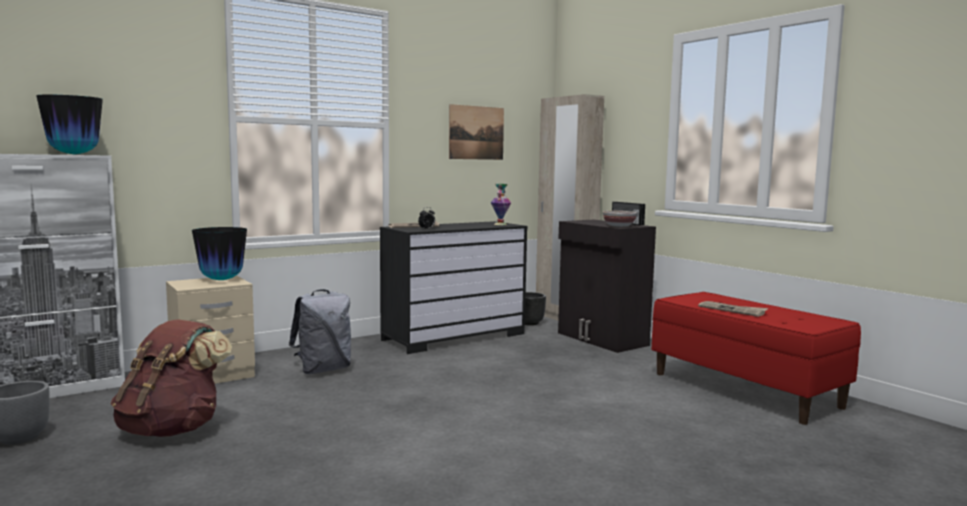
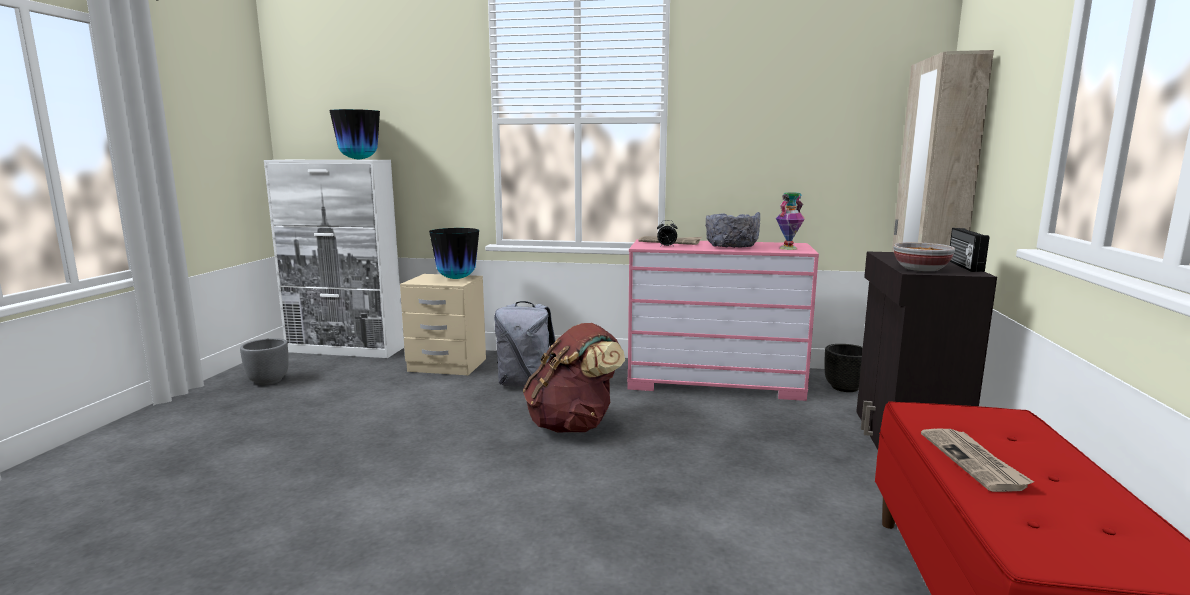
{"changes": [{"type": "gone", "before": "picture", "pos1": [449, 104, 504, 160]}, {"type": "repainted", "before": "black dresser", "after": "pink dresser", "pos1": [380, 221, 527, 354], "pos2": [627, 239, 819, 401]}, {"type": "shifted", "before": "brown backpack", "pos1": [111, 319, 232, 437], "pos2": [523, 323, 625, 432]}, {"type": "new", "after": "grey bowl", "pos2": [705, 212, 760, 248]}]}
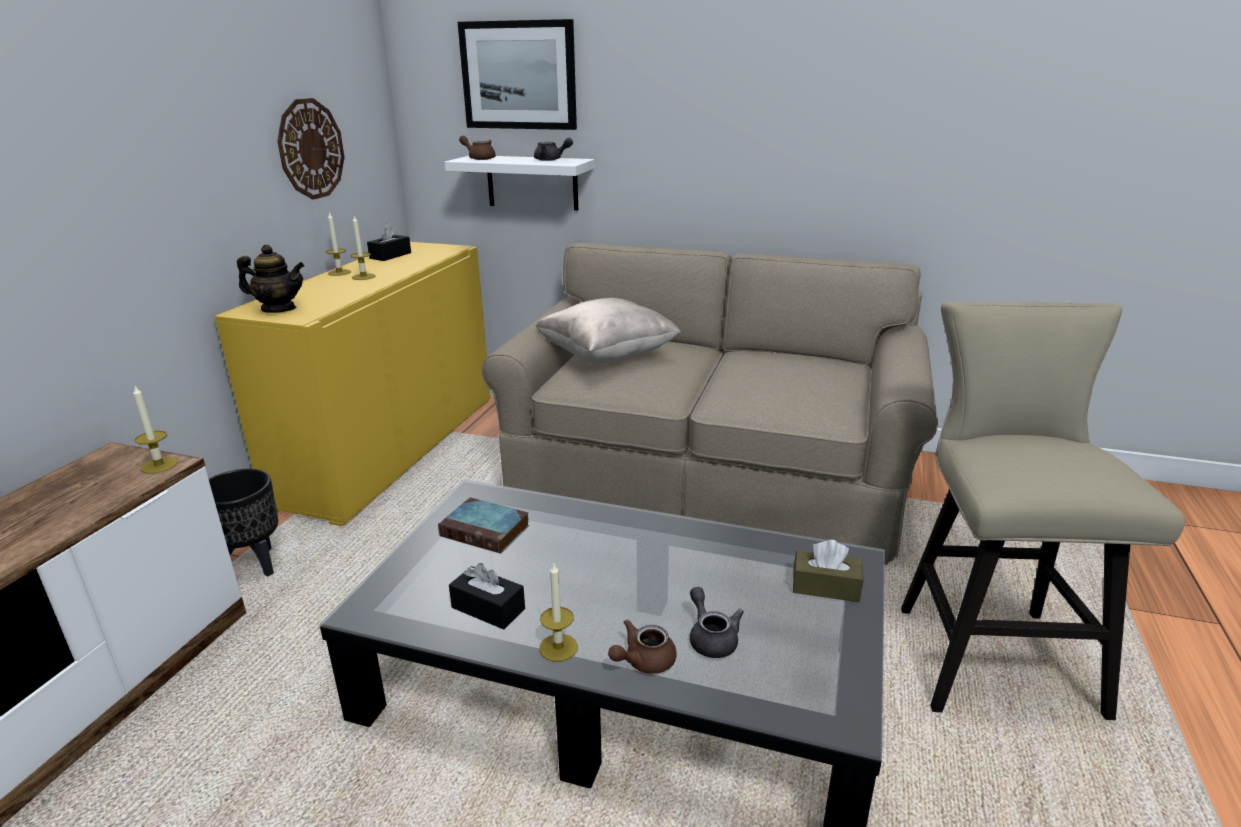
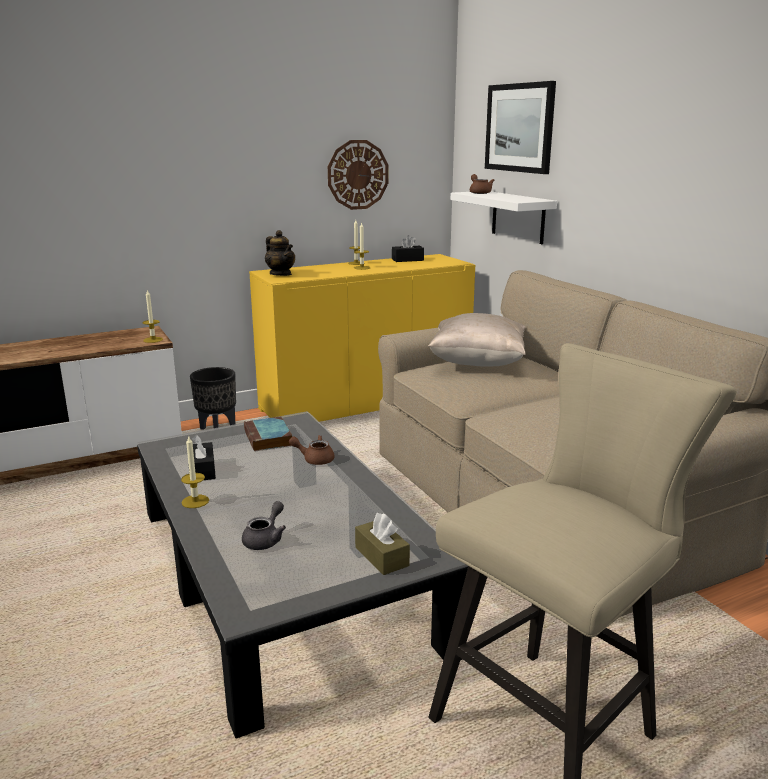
{"changes": [{"type": "gone", "before": "grey teapot", "pos1": [534, 138, 573, 161]}, {"type": "shifted", "before": "brown teapot", "pos1": [608, 620, 677, 674], "pos2": [289, 435, 334, 465]}]}
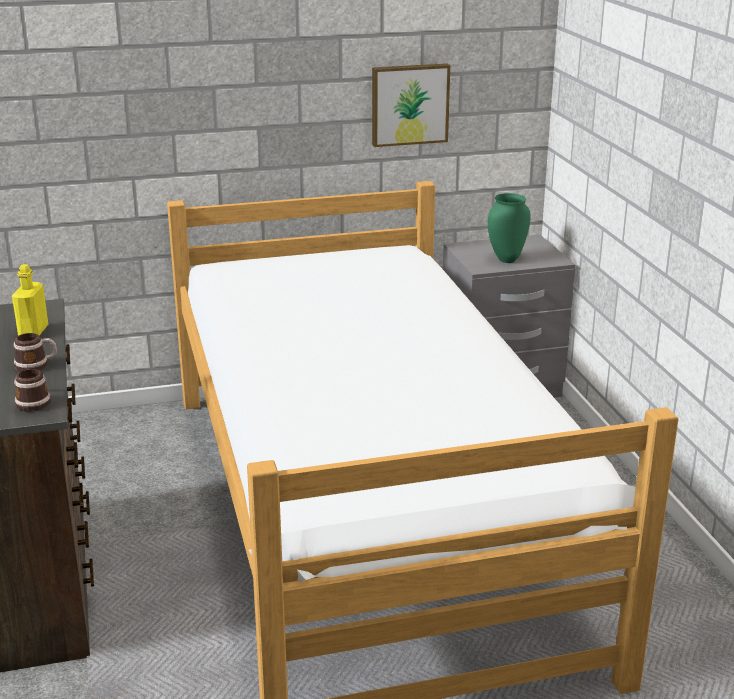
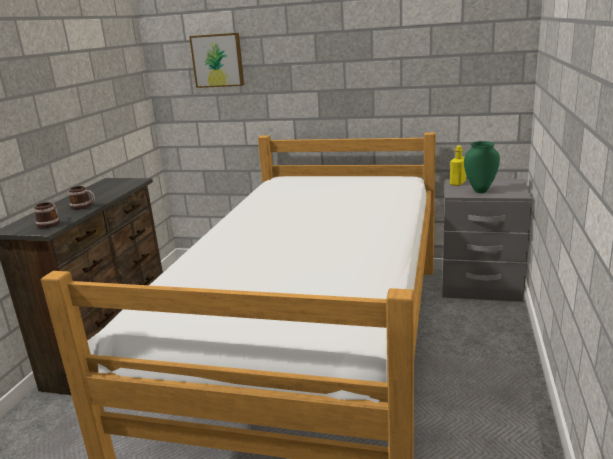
{"changes": [{"type": "shifted", "before": "picture", "pos1": [372, 64, 450, 147], "pos2": [189, 33, 244, 88]}, {"type": "shifted", "before": "yellow bottle", "pos1": [12, 264, 48, 336], "pos2": [450, 145, 466, 186]}]}
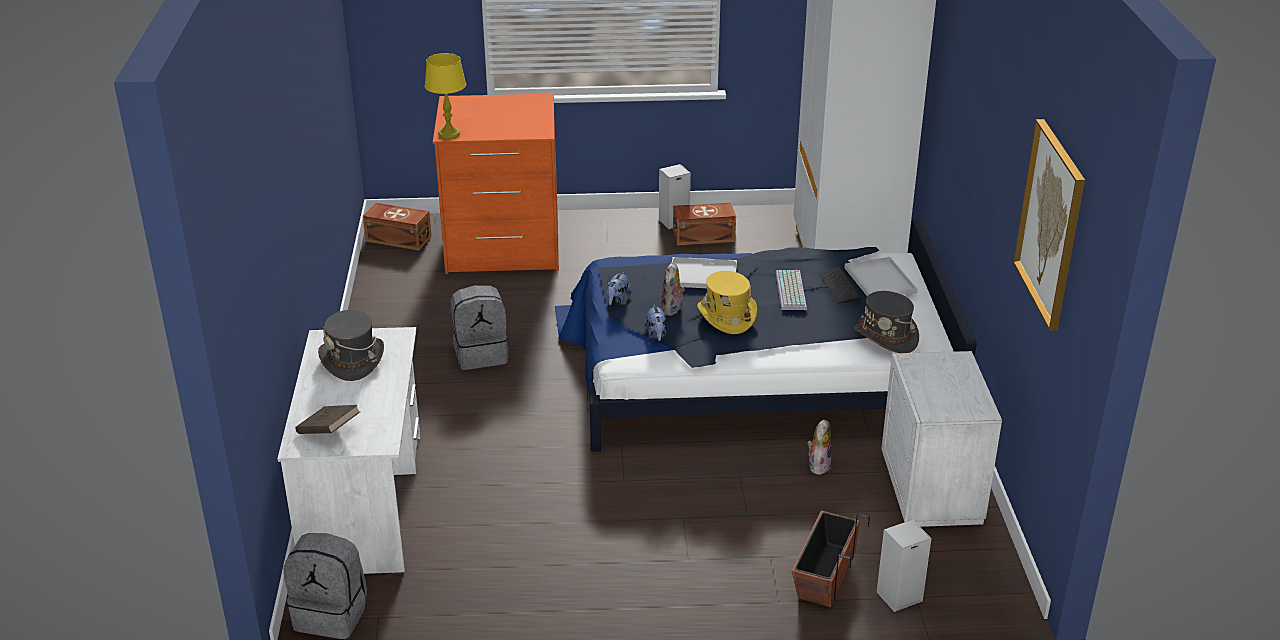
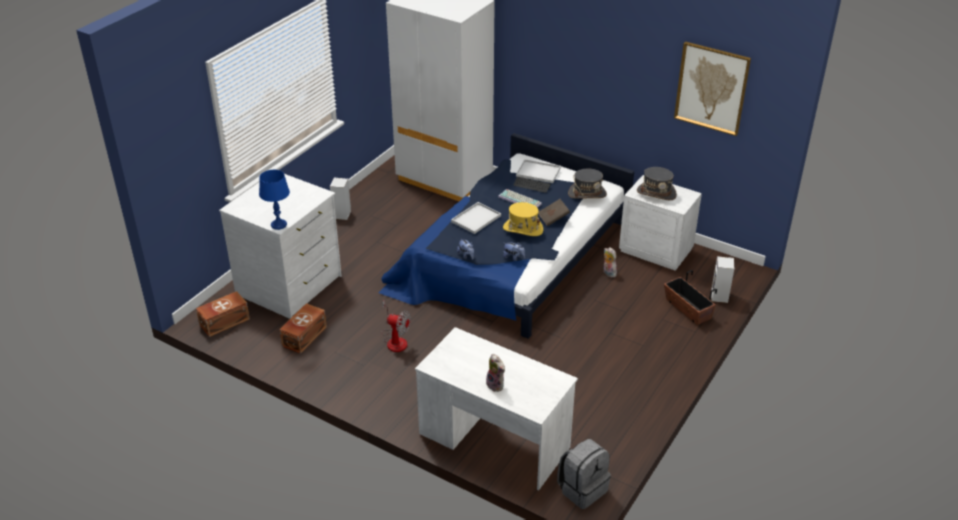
{"changes": [{"type": "repainted", "before": "yellow table lamp", "after": "blue table lamp", "pos1": [425, 53, 466, 139], "pos2": [259, 170, 290, 230]}, {"type": "repainted", "before": "orange dresser", "after": "white dresser", "pos1": [433, 94, 559, 274], "pos2": [219, 174, 342, 319]}, {"type": "shifted", "before": "brown storage box", "pos1": [673, 202, 736, 246], "pos2": [279, 303, 327, 354]}, {"type": "shifted", "before": "plush toy", "pos1": [661, 262, 685, 316], "pos2": [486, 354, 505, 392]}, {"type": "swapped", "before": "grey backpack", "after": "fan", "pos1": [451, 285, 509, 370], "pos2": [381, 300, 411, 352]}, {"type": "shifted", "before": "grey hat", "pos1": [318, 310, 384, 381], "pos2": [637, 167, 677, 200]}, {"type": "shifted", "before": "brown book", "pos1": [296, 405, 360, 434], "pos2": [538, 199, 570, 226]}]}
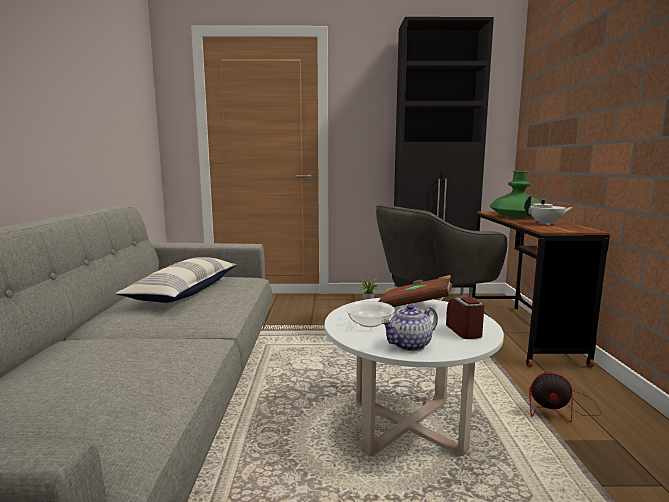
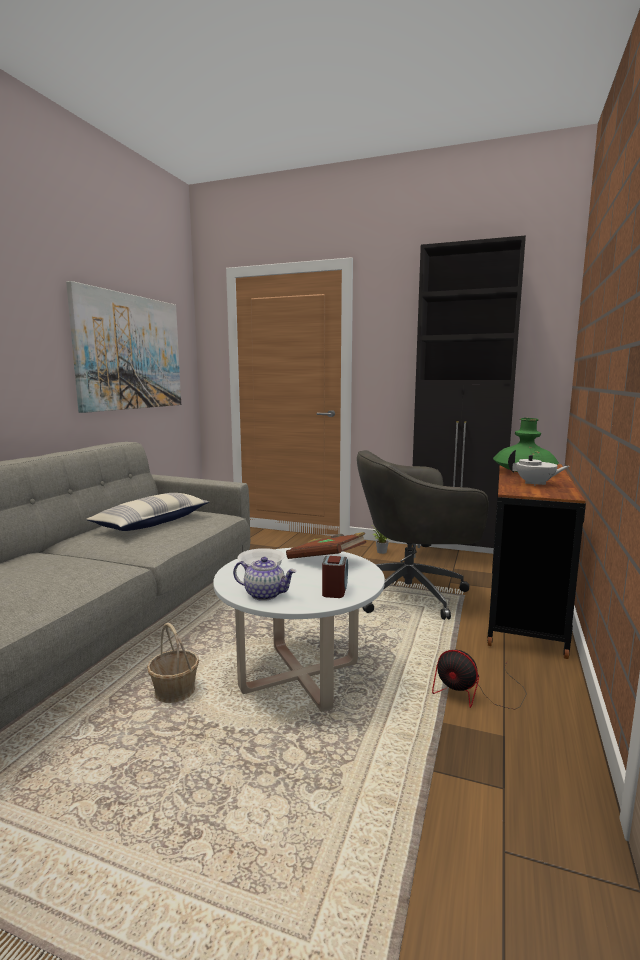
{"changes": [{"type": "rotated", "before": "teapot", "pos1": [381, 304, 438, 351], "pos2": [233, 557, 296, 601], "turn": -150}, {"type": "new", "after": "picture", "pos2": [66, 281, 181, 413]}, {"type": "new", "after": "basket", "pos2": [147, 623, 199, 703]}]}
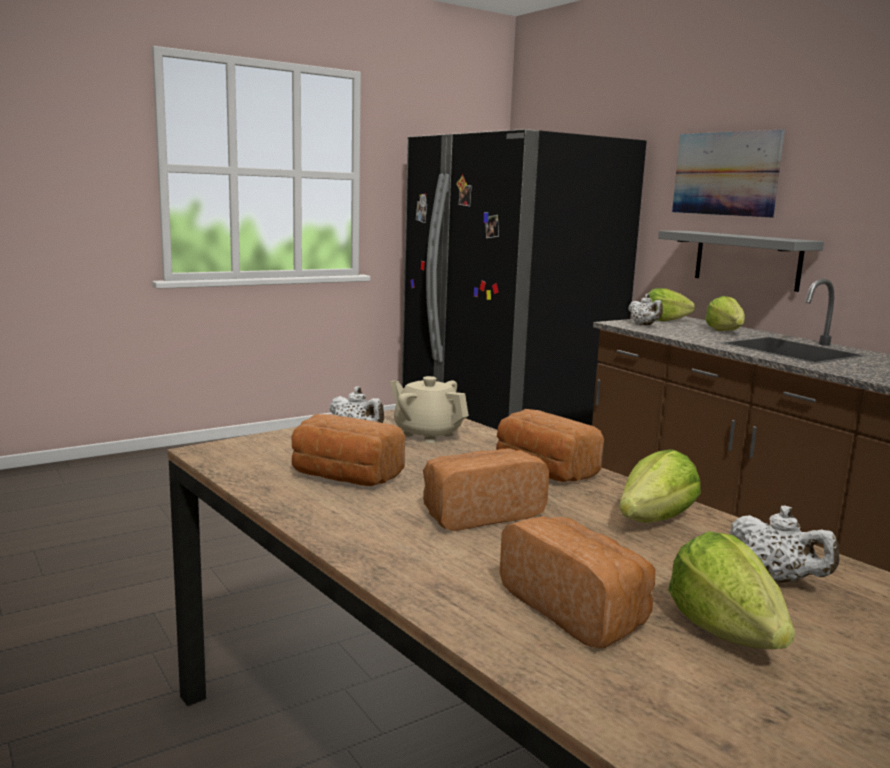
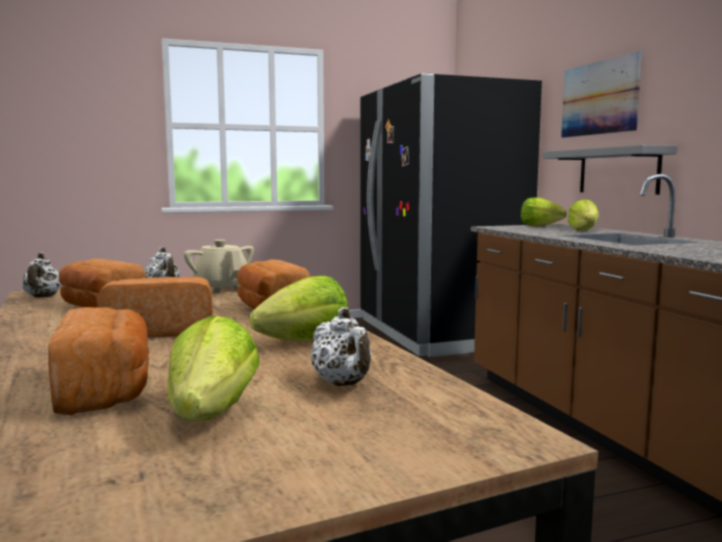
{"changes": [{"type": "shifted", "before": "white teapot", "pos1": [628, 294, 663, 325], "pos2": [22, 252, 62, 297]}]}
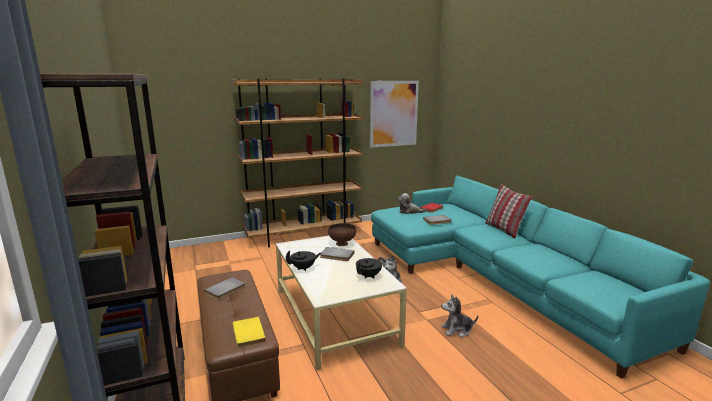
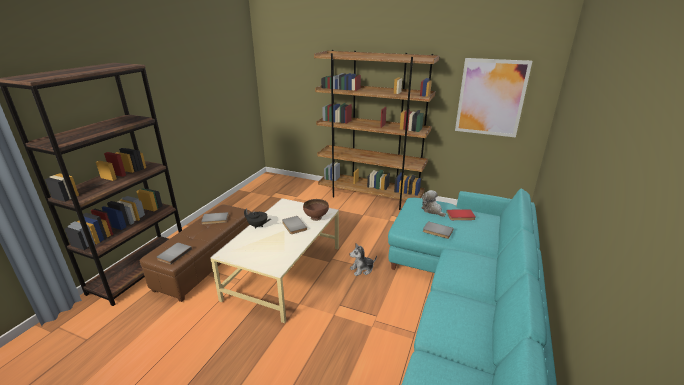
{"changes": [{"type": "gone", "before": "pillow", "pos1": [485, 184, 532, 238]}, {"type": "gone", "before": "black teapot", "pos1": [356, 257, 382, 278]}, {"type": "gone", "before": "plush toy", "pos1": [441, 294, 478, 337]}, {"type": "repainted", "before": "yellow book", "after": "grey book", "pos1": [233, 317, 266, 348], "pos2": [157, 243, 192, 265]}]}
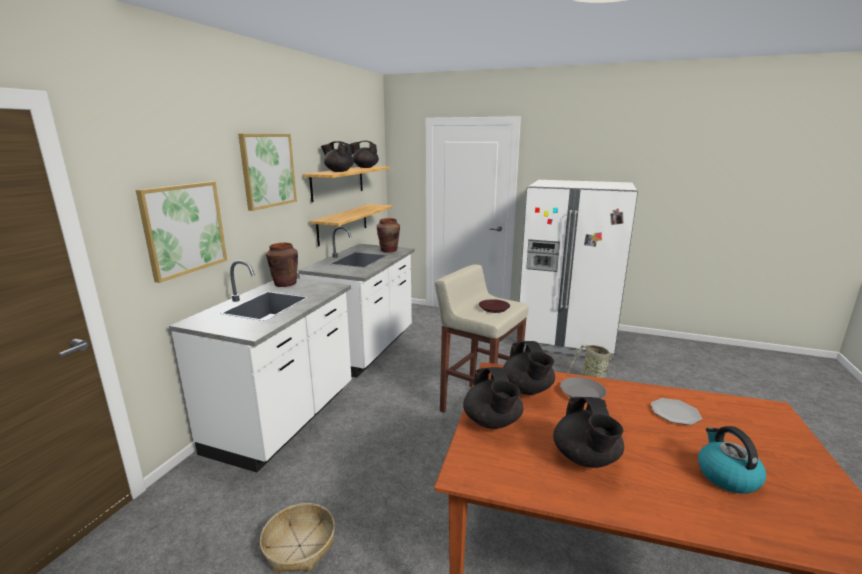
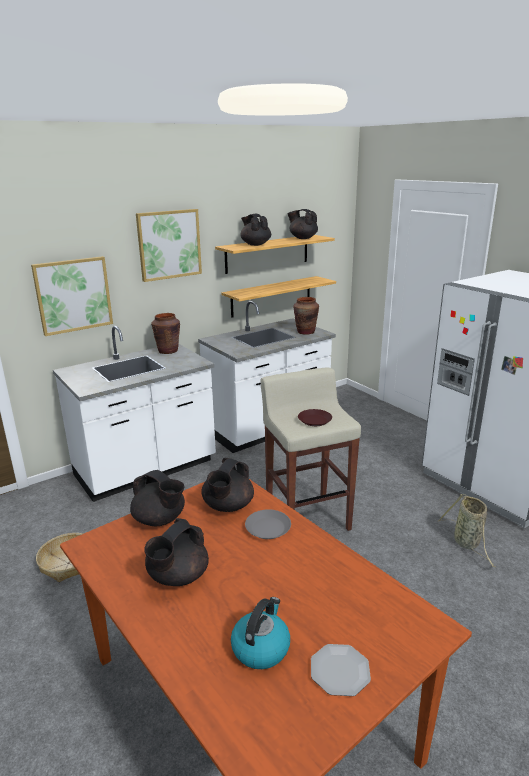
{"changes": [{"type": "rotated", "before": "black teapot", "pos1": [463, 367, 523, 429], "pos2": [130, 470, 185, 526], "turn": -75}, {"type": "shifted", "before": "plate", "pos1": [651, 398, 702, 425], "pos2": [311, 644, 371, 696]}]}
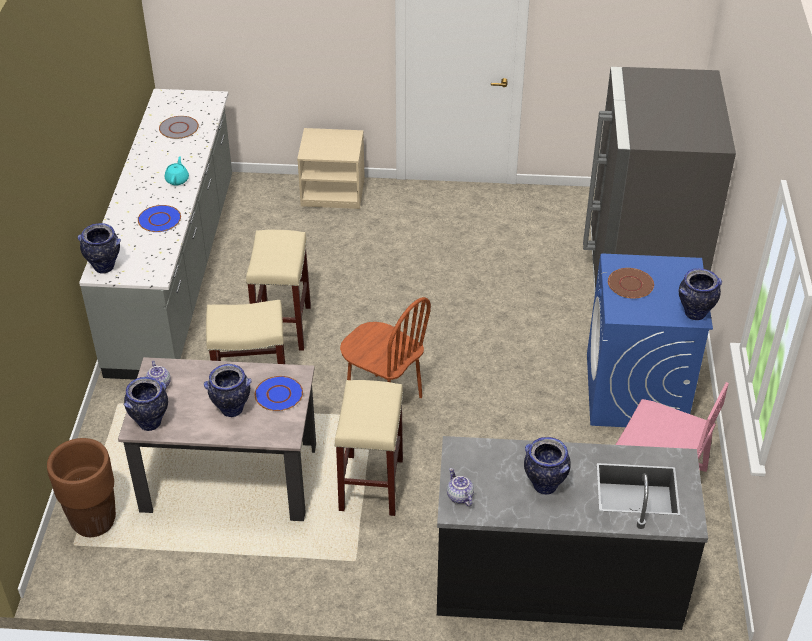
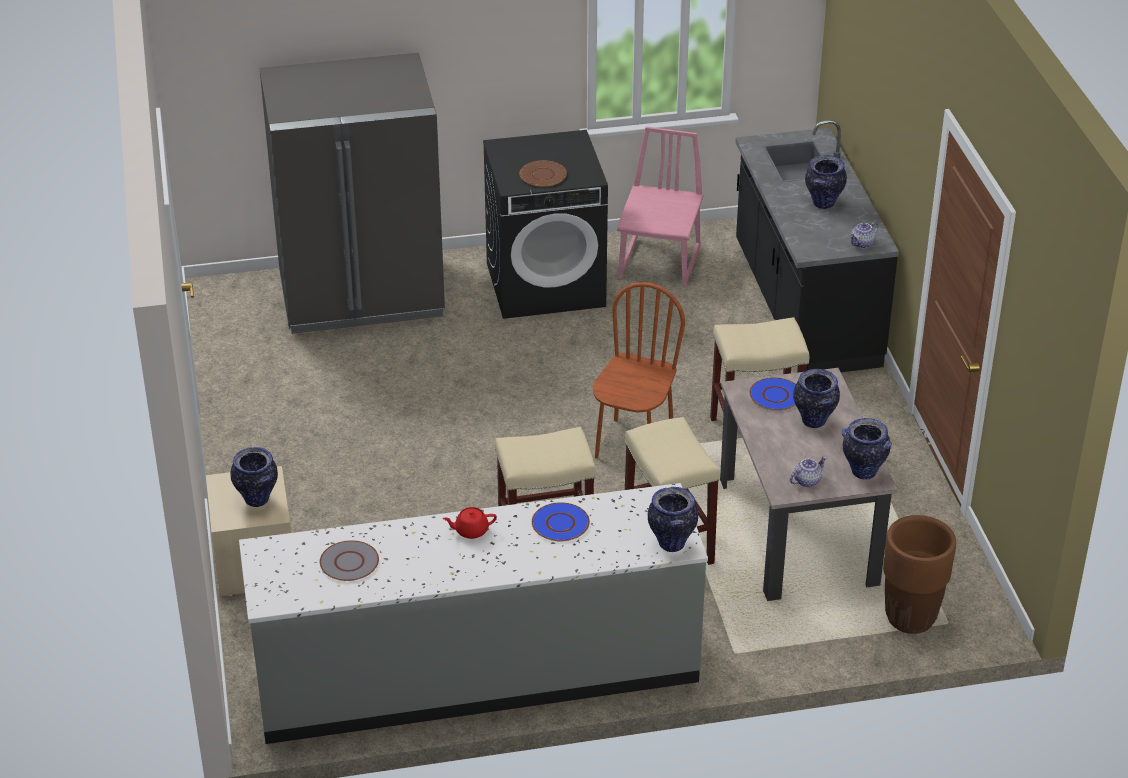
{"changes": [{"type": "repainted", "before": "turquoise teapot", "after": "red teapot", "pos1": [164, 156, 189, 185], "pos2": [443, 507, 497, 539]}, {"type": "repainted", "before": "blue washing machine", "after": "black washing machine", "pos1": [587, 254, 713, 427], "pos2": [483, 130, 608, 319]}, {"type": "shifted", "before": "vase", "pos1": [679, 268, 722, 320], "pos2": [230, 447, 278, 507]}]}
